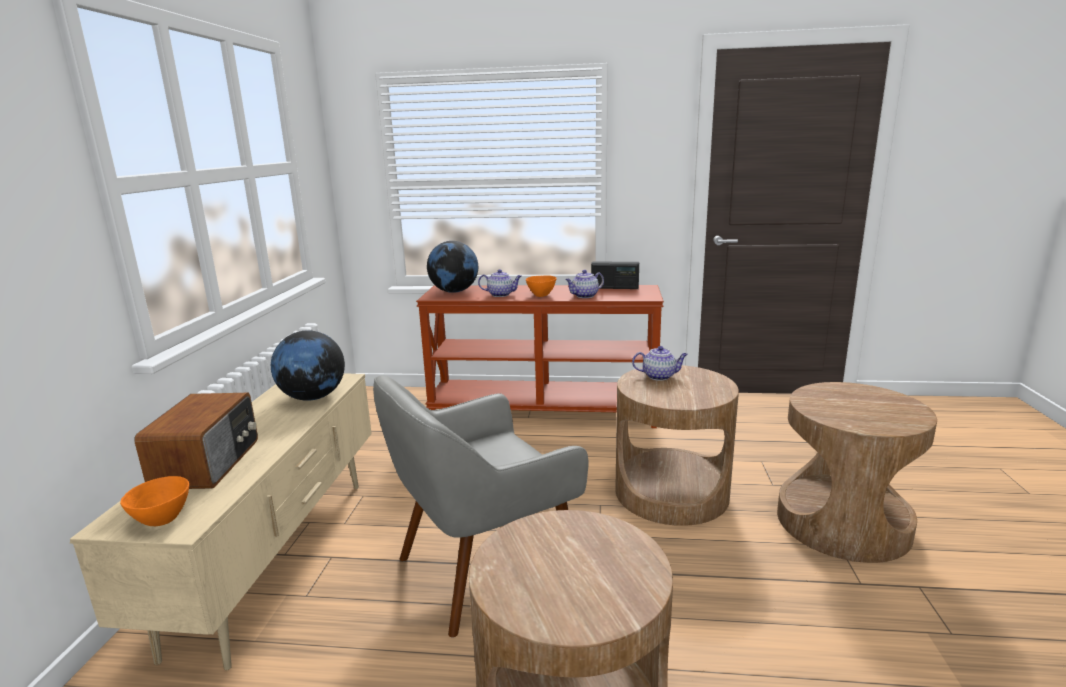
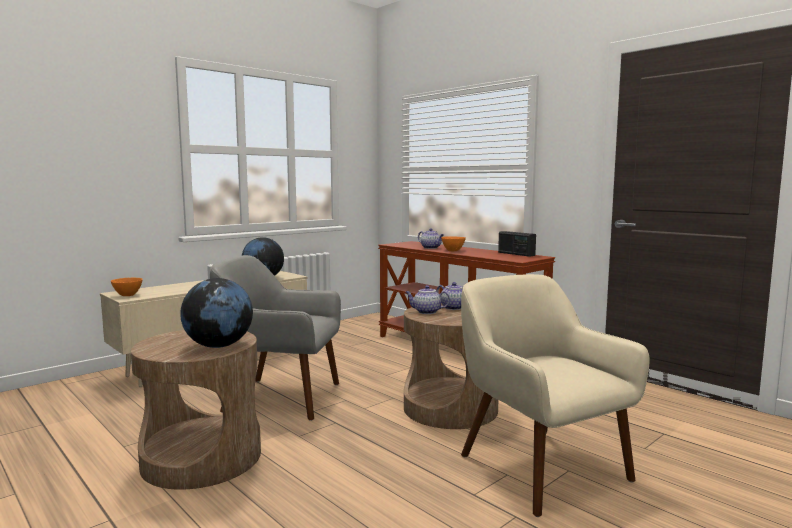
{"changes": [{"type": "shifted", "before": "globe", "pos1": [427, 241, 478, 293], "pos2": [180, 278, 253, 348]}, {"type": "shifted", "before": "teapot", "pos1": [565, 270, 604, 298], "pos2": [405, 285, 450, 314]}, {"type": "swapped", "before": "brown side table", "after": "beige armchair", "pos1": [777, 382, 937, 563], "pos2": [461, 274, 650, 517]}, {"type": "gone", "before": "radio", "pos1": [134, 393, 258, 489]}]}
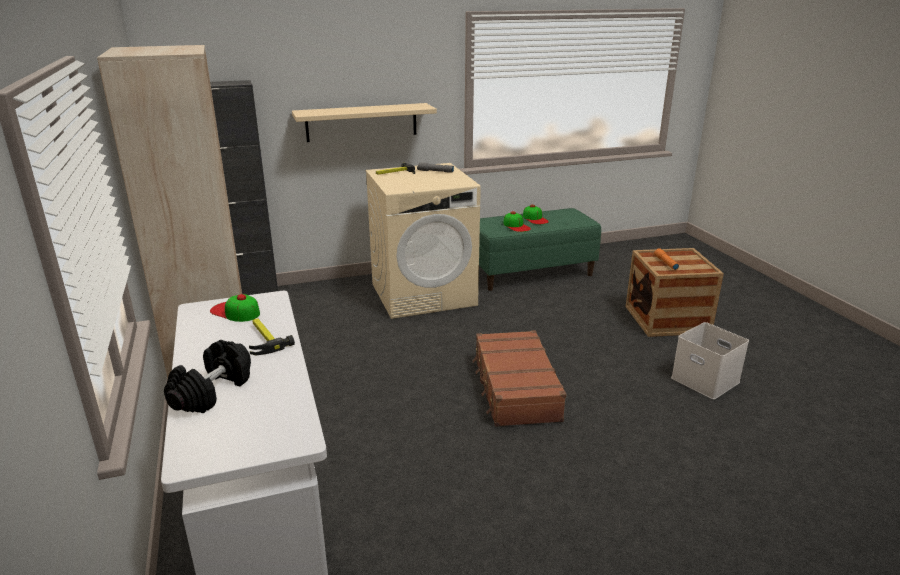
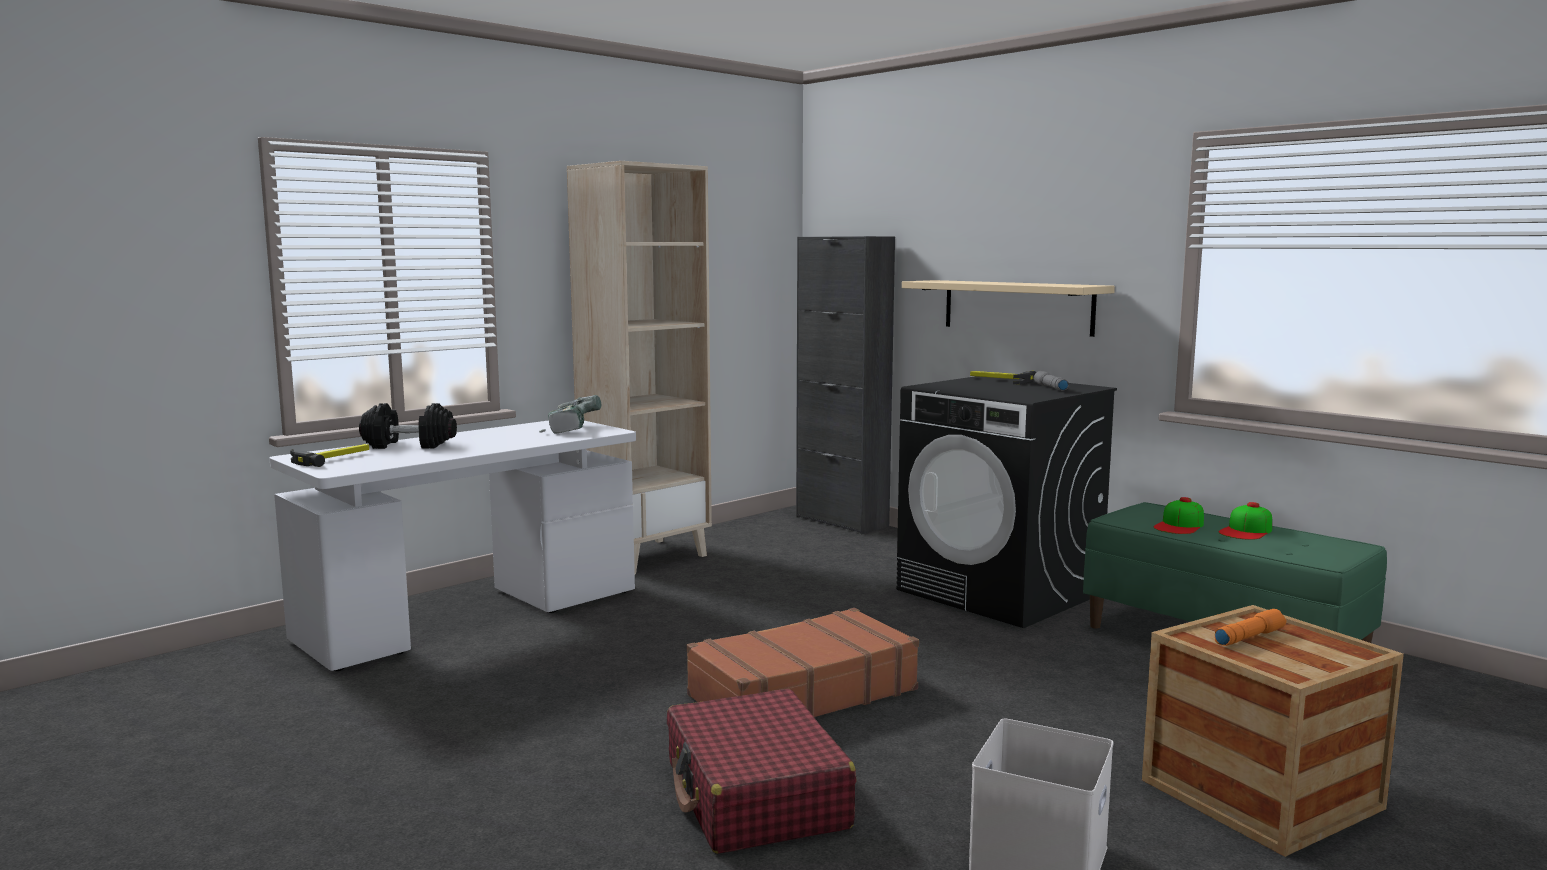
{"changes": [{"type": "repainted", "before": "beige washing machine", "after": "black washing machine", "pos1": [366, 163, 481, 319], "pos2": [896, 376, 1117, 628]}, {"type": "swapped", "before": "cap", "after": "power drill", "pos1": [210, 294, 260, 322], "pos2": [539, 395, 601, 434]}, {"type": "shifted", "before": "hammer", "pos1": [249, 319, 295, 355], "pos2": [290, 444, 369, 467]}, {"type": "new", "after": "red suitcase", "pos2": [667, 689, 857, 854]}]}
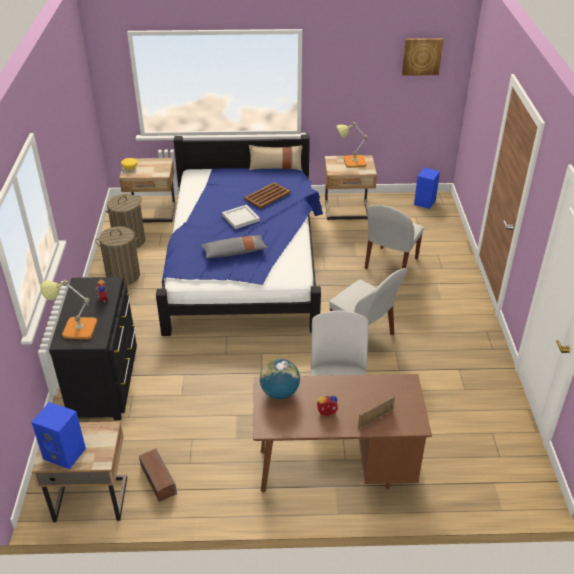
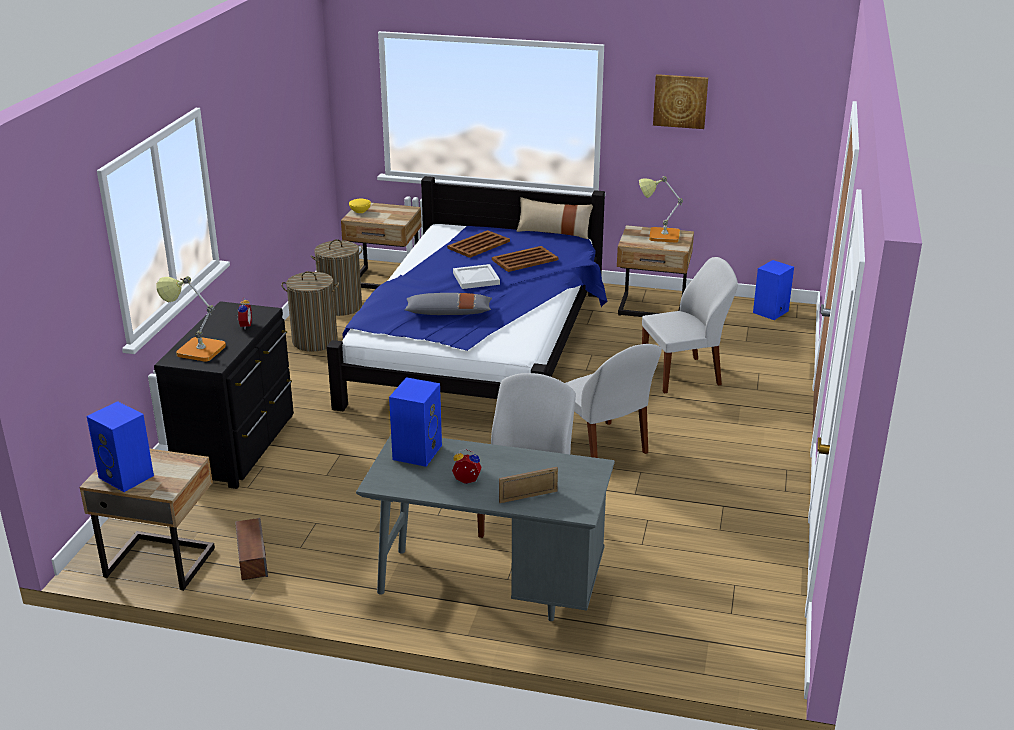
{"changes": [{"type": "shifted", "before": "picture", "pos1": [402, 38, 443, 76], "pos2": [653, 74, 708, 129]}, {"type": "rotated", "before": "white chair", "pos1": [364, 205, 424, 269], "pos2": [642, 257, 738, 394], "turn": -150}, {"type": "swapped", "before": "globe", "after": "blue speaker", "pos1": [260, 359, 300, 399], "pos2": [389, 377, 442, 467]}, {"type": "repainted", "before": "brown desk", "after": "grey desk", "pos1": [253, 374, 432, 493], "pos2": [356, 435, 615, 621]}, {"type": "new", "after": "brown tray", "pos2": [447, 230, 510, 258]}]}
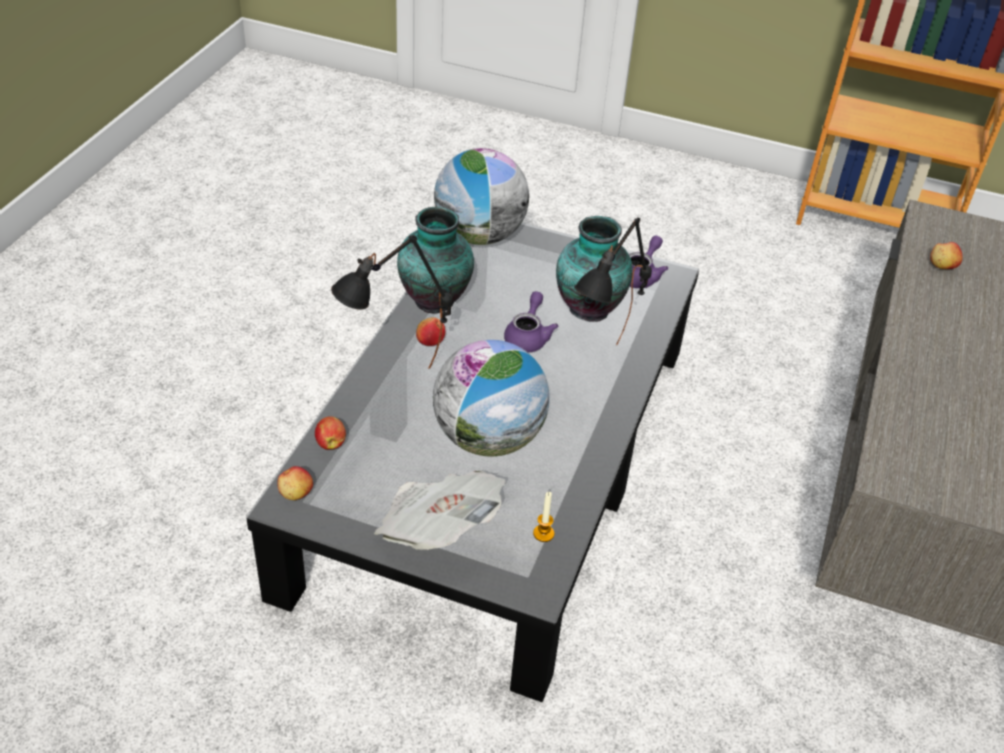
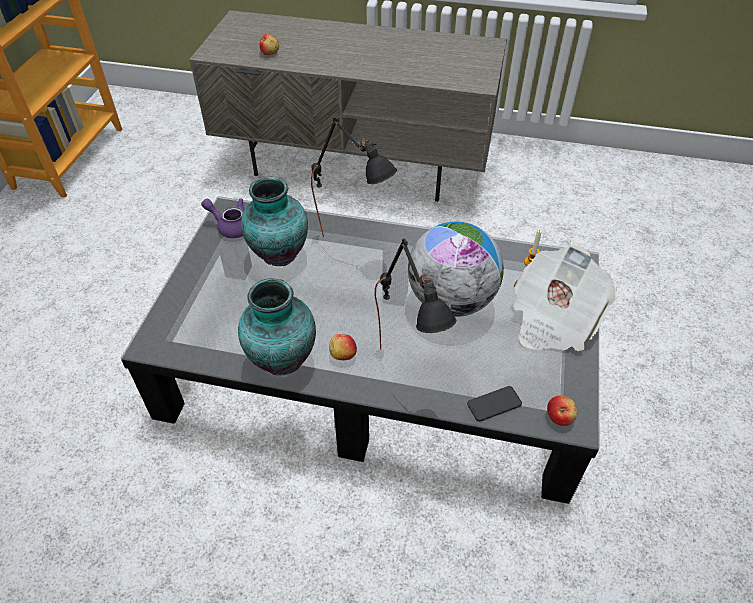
{"changes": [{"type": "gone", "before": "globe", "pos1": [434, 148, 529, 245]}, {"type": "gone", "before": "purple teapot", "pos1": [504, 291, 559, 353]}, {"type": "swapped", "before": "apple", "after": "phone", "pos1": [315, 416, 346, 450], "pos2": [467, 386, 522, 421]}]}
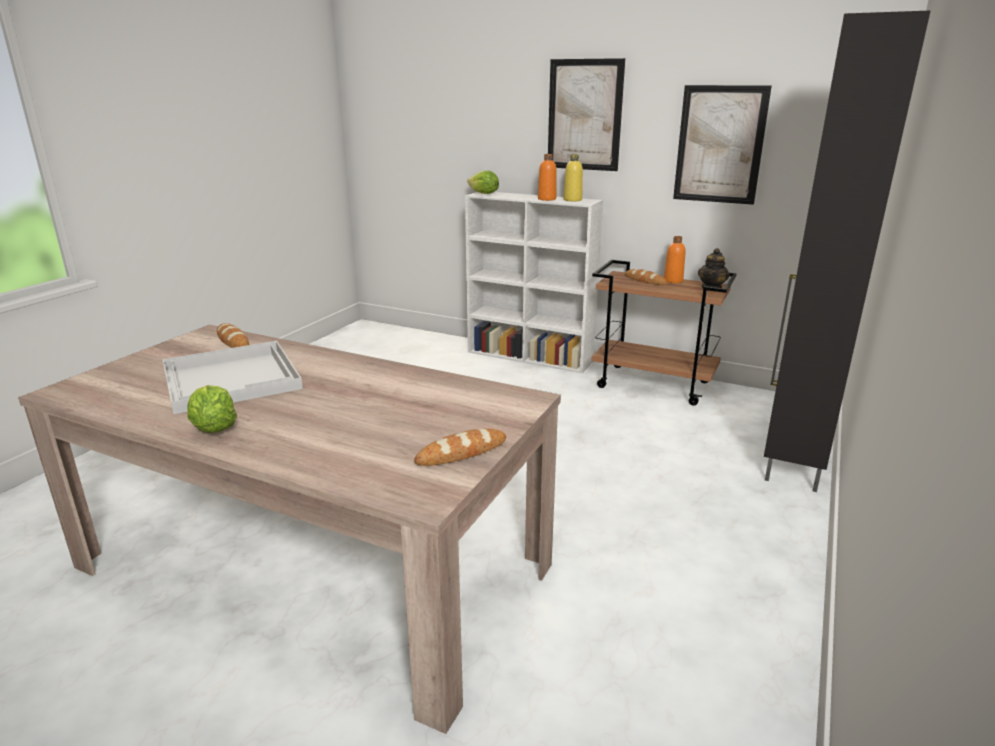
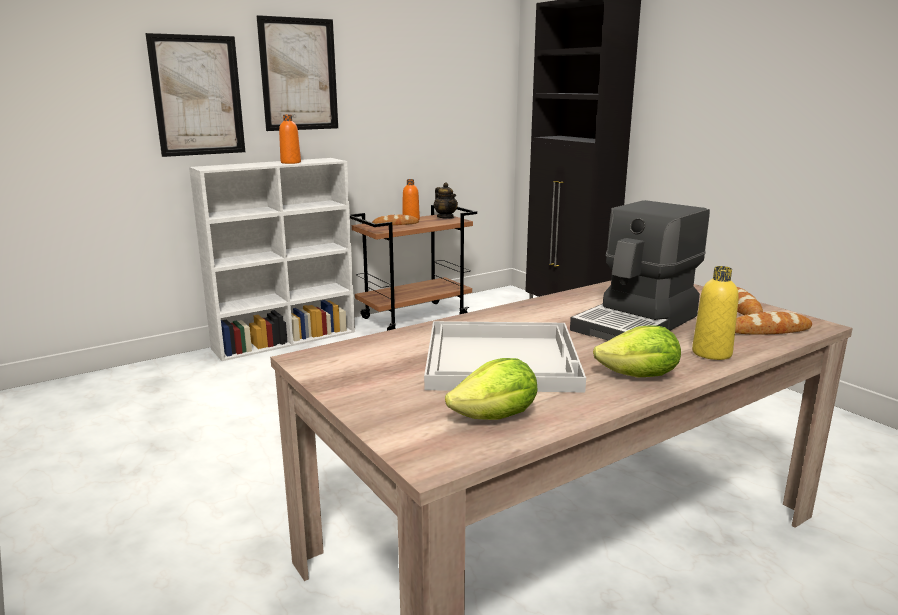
{"changes": [{"type": "shifted", "before": "picture", "pos1": [673, 85, 772, 205], "pos2": [145, 33, 245, 157]}, {"type": "shifted", "before": "yellow bottle", "pos1": [563, 154, 583, 201], "pos2": [692, 266, 739, 360]}, {"type": "shifted", "before": "lettuce", "pos1": [467, 170, 499, 194], "pos2": [445, 358, 537, 420]}, {"type": "shifted", "before": "bread", "pos1": [217, 323, 249, 348], "pos2": [735, 312, 812, 335]}, {"type": "new", "after": "coffee machine", "pos2": [570, 200, 710, 341]}]}
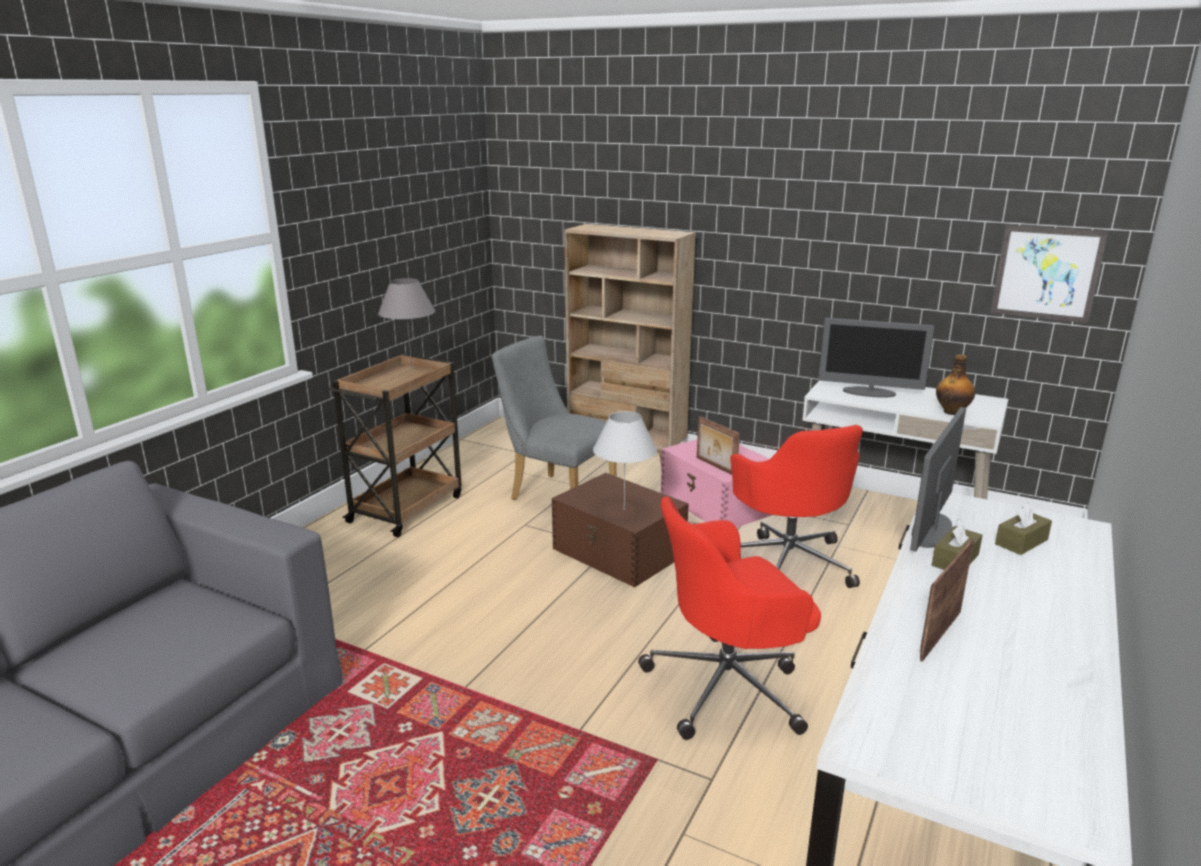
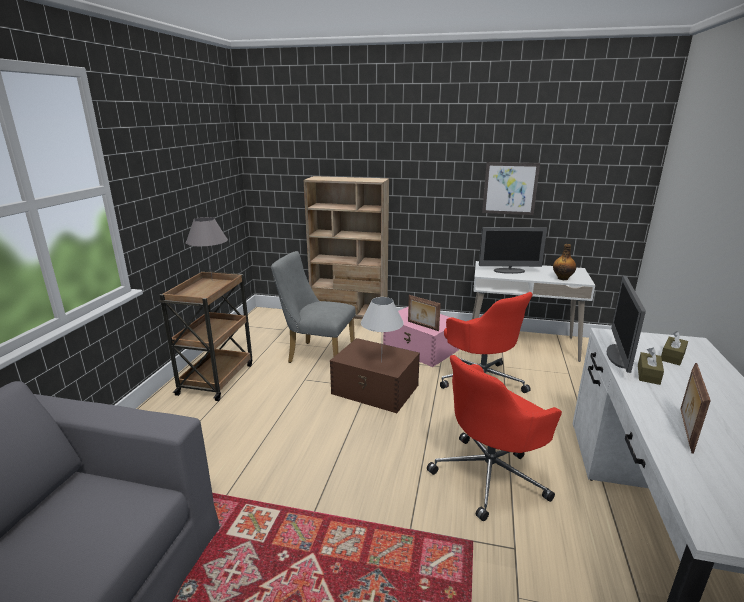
{"changes": [{"type": "shifted", "before": "picture", "pos1": [991, 225, 1108, 323], "pos2": [482, 162, 540, 215]}]}
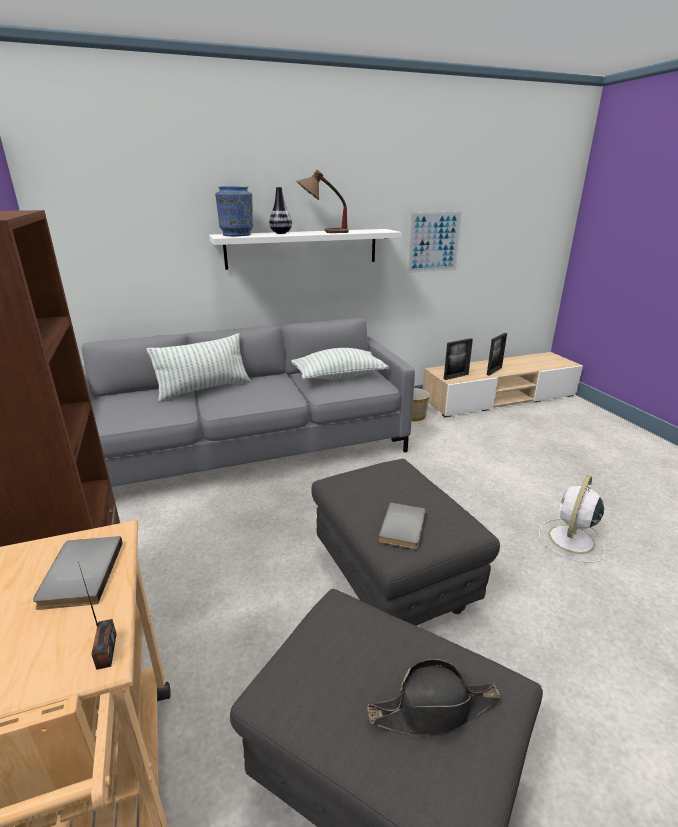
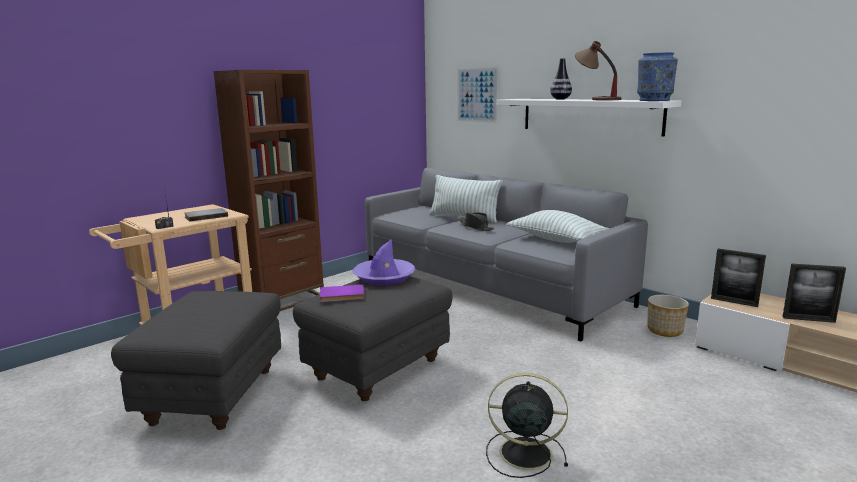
{"changes": [{"type": "shifted", "before": "blue vase", "pos1": [215, 186, 253, 236], "pos2": [637, 52, 678, 101]}, {"type": "shifted", "before": "picture", "pos1": [407, 211, 462, 273], "pos2": [457, 67, 498, 123]}, {"type": "repainted", "before": "white fan", "after": "black fan", "pos1": [539, 476, 605, 563], "pos2": [486, 373, 568, 478]}, {"type": "repainted", "before": "grey book", "after": "purple book", "pos1": [378, 502, 426, 549], "pos2": [320, 285, 365, 302]}, {"type": "shifted", "before": "black hat", "pos1": [367, 659, 501, 734], "pos2": [458, 212, 495, 231]}, {"type": "new", "after": "purple hat", "pos2": [353, 239, 416, 286]}]}
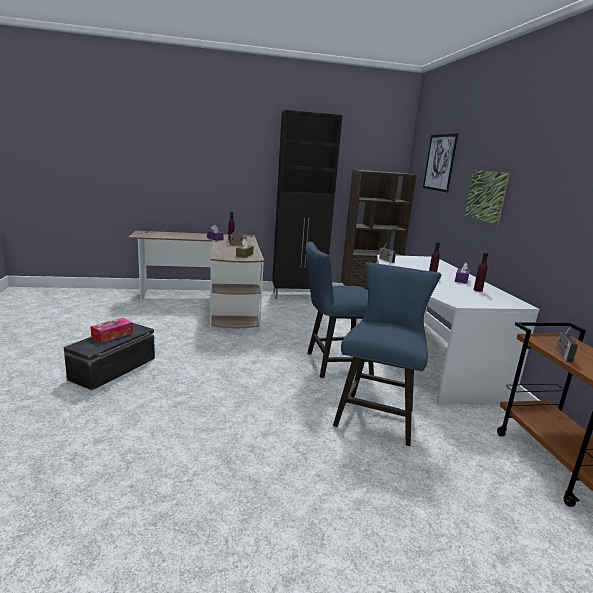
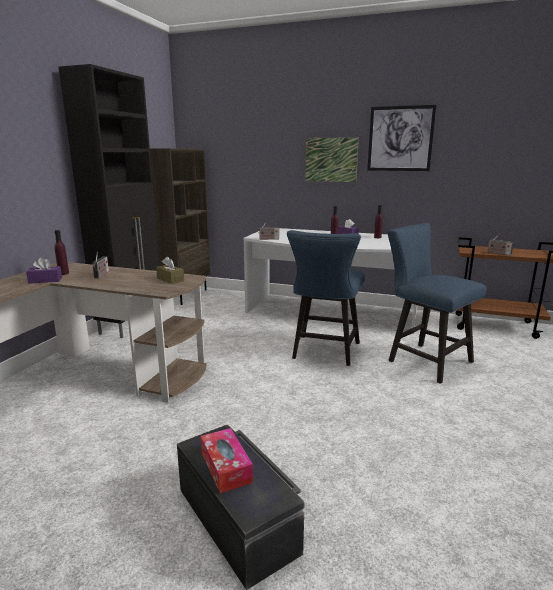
{"changes": [{"type": "shifted", "before": "picture", "pos1": [423, 133, 459, 193], "pos2": [367, 105, 436, 171]}]}
